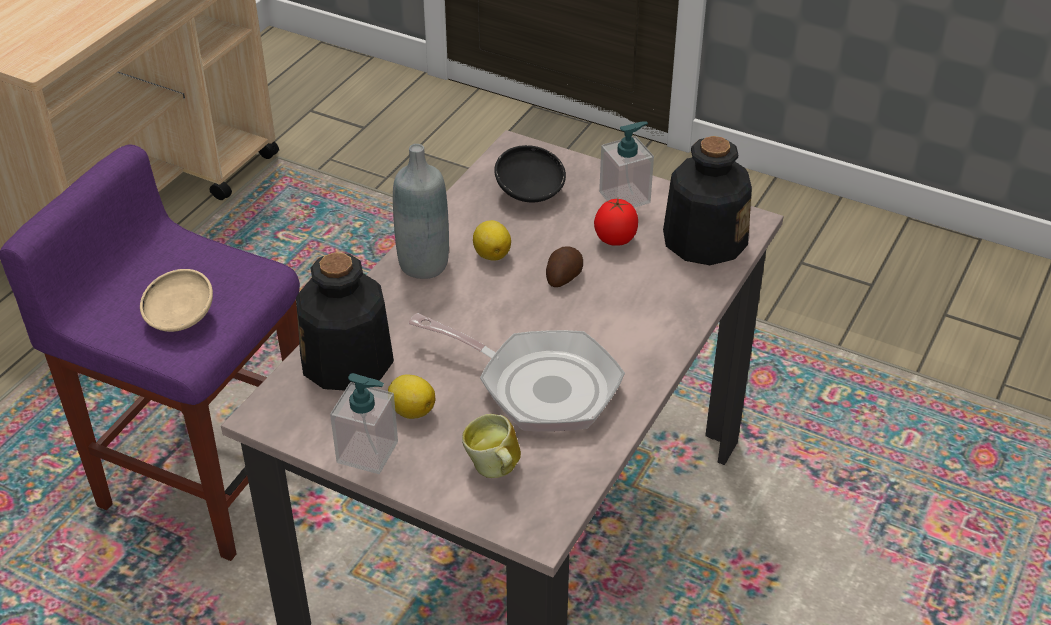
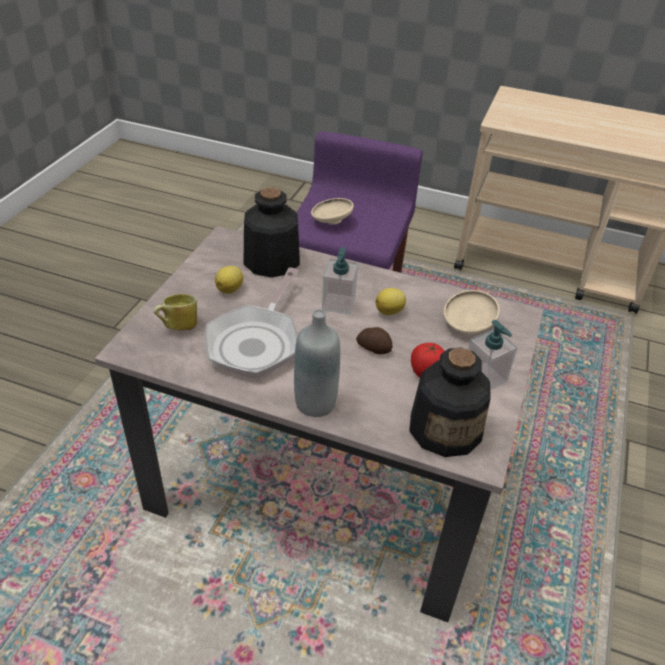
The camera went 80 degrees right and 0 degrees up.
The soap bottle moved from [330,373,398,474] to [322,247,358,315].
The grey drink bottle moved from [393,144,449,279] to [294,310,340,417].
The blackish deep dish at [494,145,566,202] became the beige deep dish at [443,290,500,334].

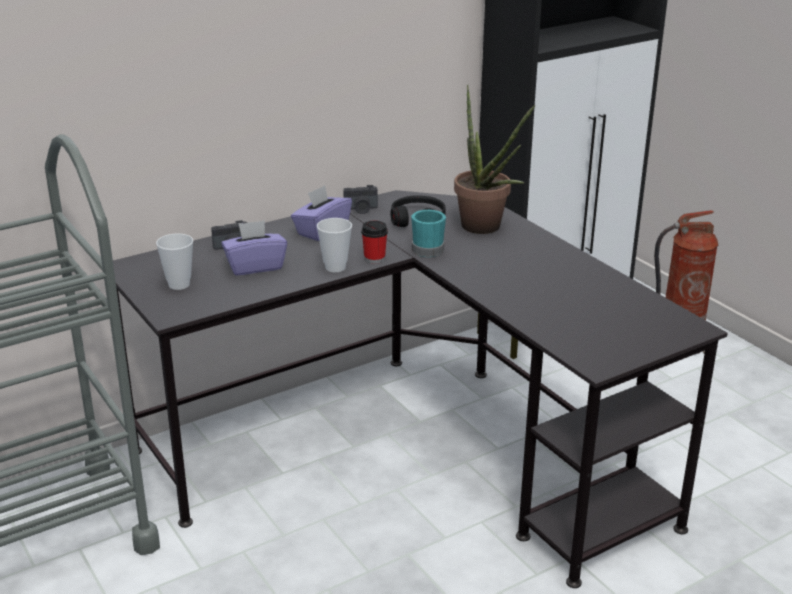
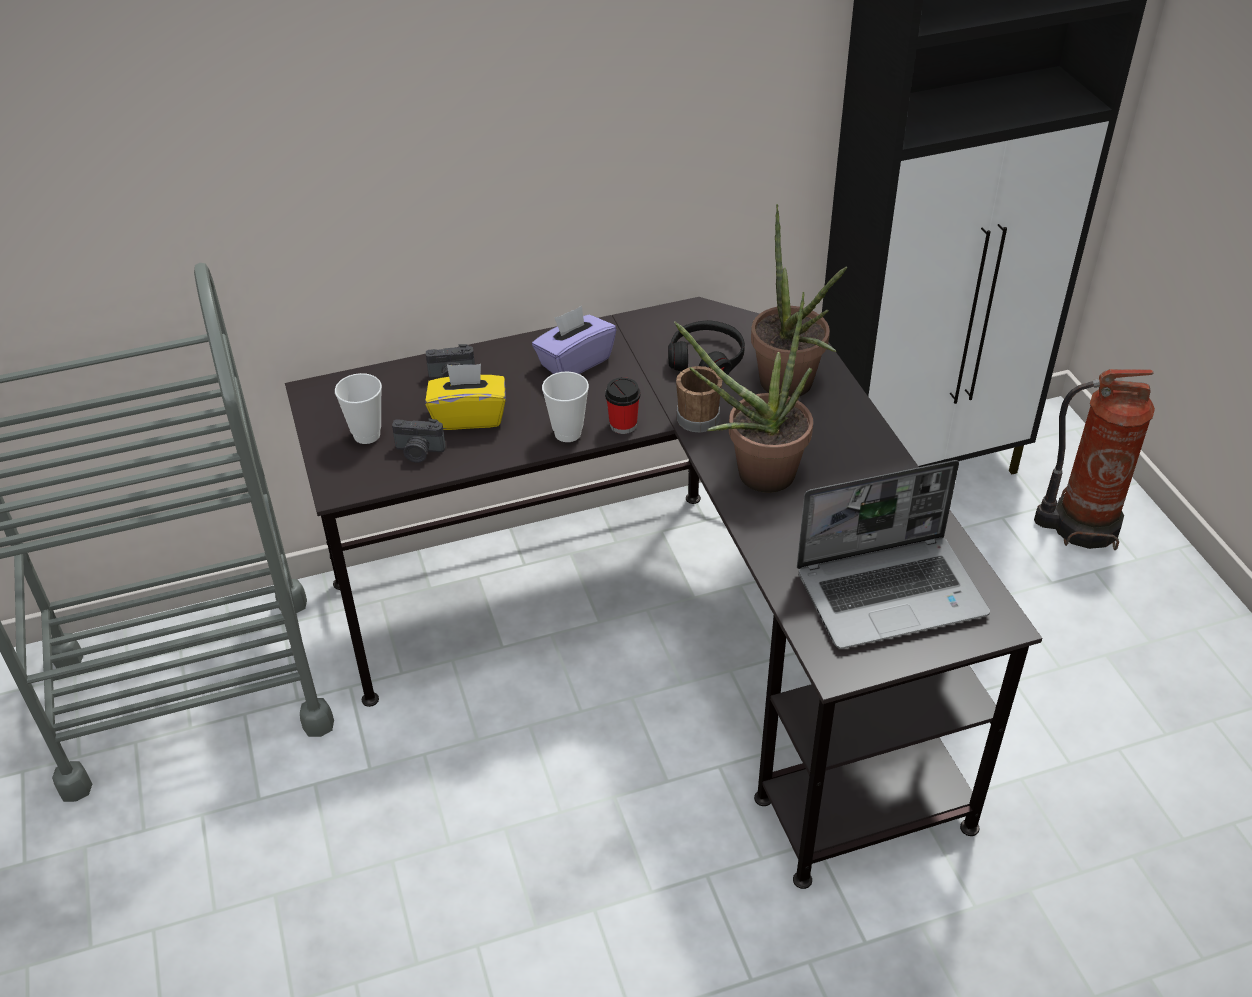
The camera went 15 degrees right and 15 degrees up.
The plant in a pot at [674,292,813,493] appeared.
The portable computer at [797,460,990,649] appeared.
The still camera moved from [343,185,378,214] to [392,419,446,463].
The purple-coloured tissue holder at [221,220,287,276] became the yellow tissue holder at [425,364,506,430].
The turquoise-coloured mug at [411,210,446,257] became the brownish mug at [676,366,722,433].

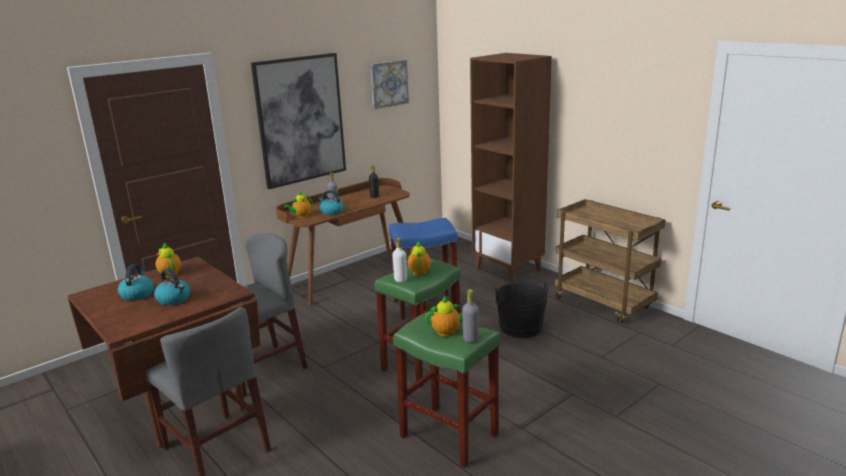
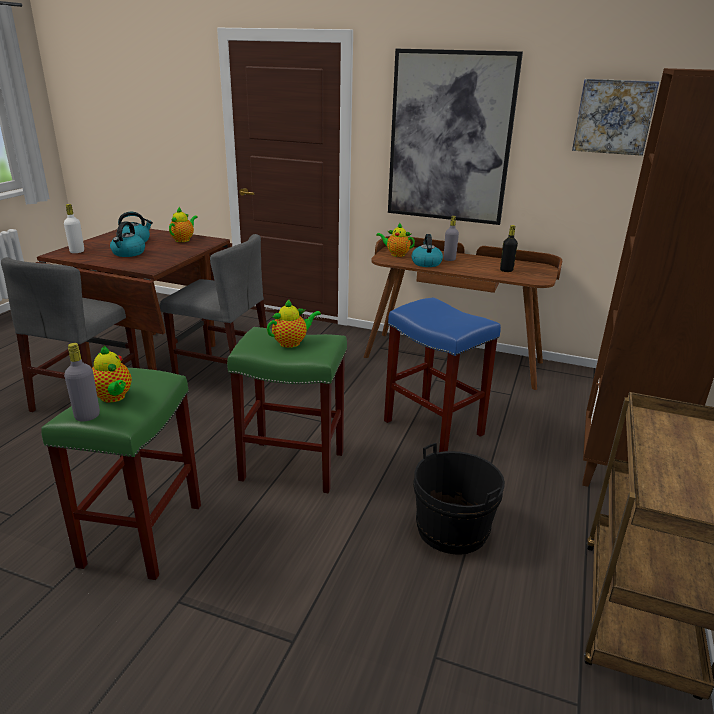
The camera went 60 degrees right and 5 degrees up.
The white drink bottle moved from [392,237,407,282] to [64,204,84,253].

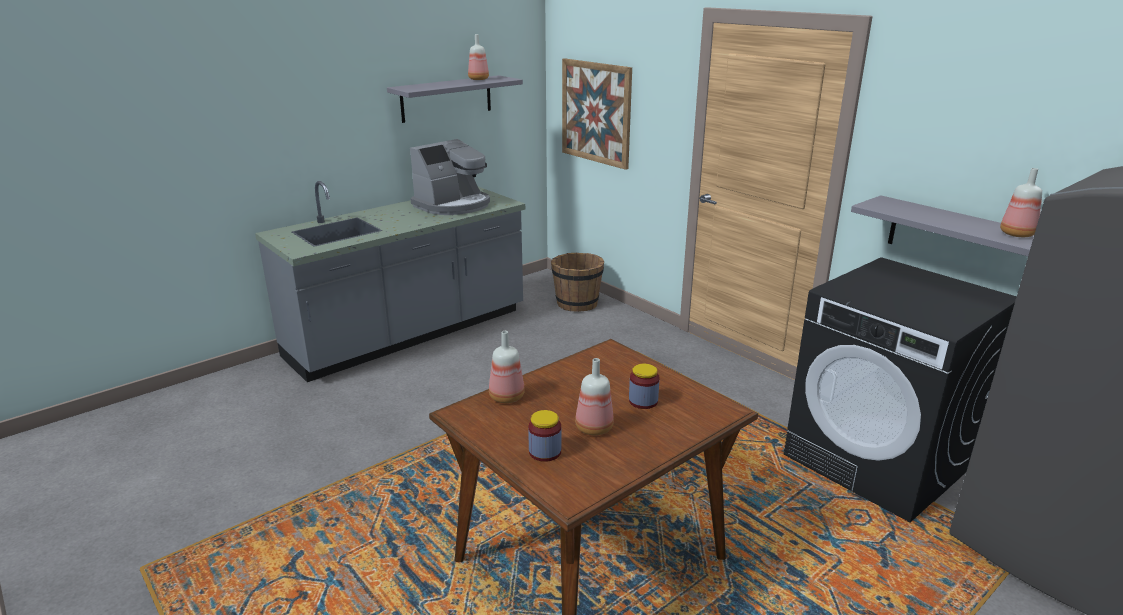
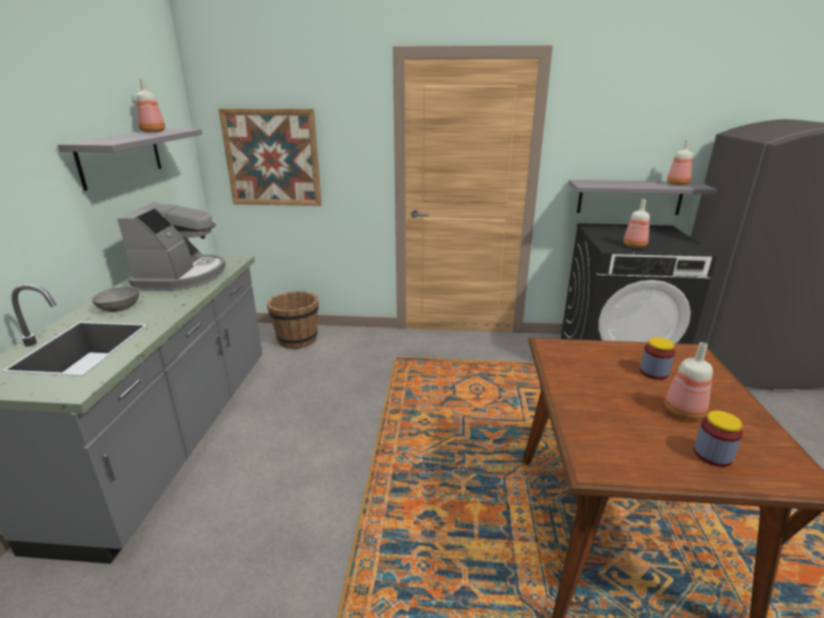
The camera went 45 degrees left and 0 degrees up.
The grey deep dish at [92,287,139,312] appeared.
The drink bottle moved from [489,331,525,403] to [623,199,650,248].

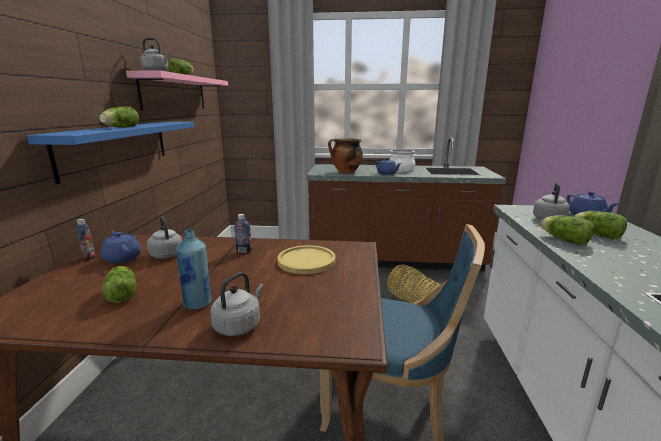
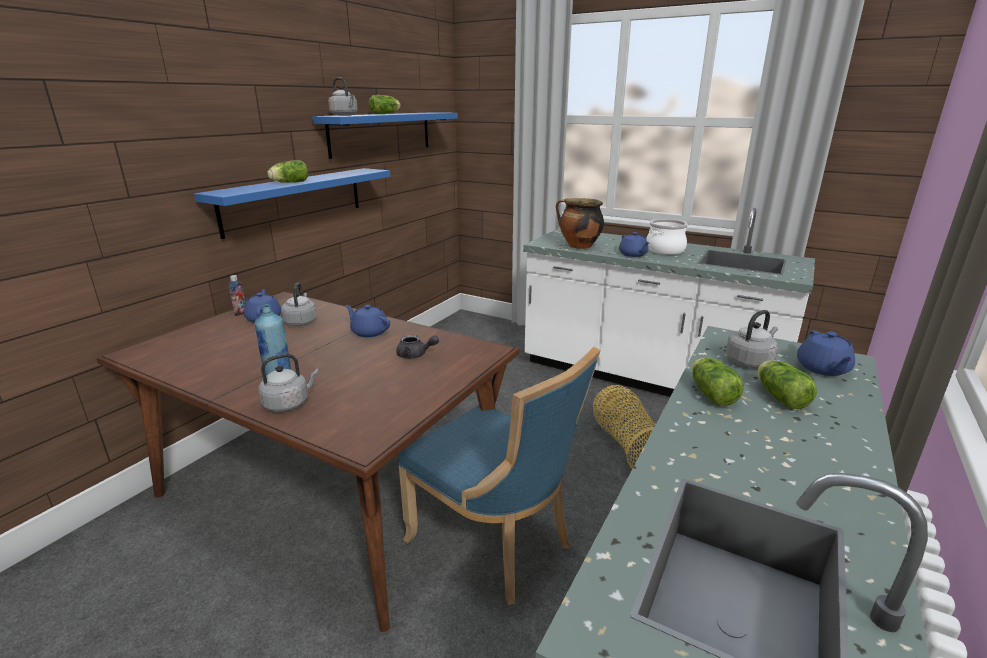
The camera went 25 degrees right and 5 degrees up.
The head of lettuce at [102,266,137,303] disappeared.
The drink bottle at [234,214,252,253] was replaced by the blue-coloured tea pot at [345,305,390,337].
The yellow dinner plate at [277,245,336,274] was replaced by the grey tea pot at [396,335,439,359].
The pink bracket shelf at [126,70,228,111] became the blue-coloured bracket shelf at [312,112,458,159].
The brownish counter at [307,138,506,271] became the white counter at [523,208,815,397].

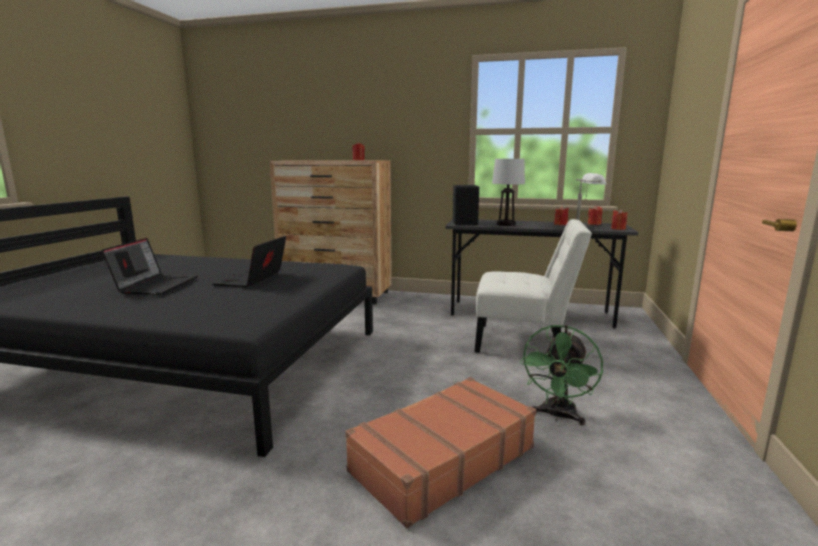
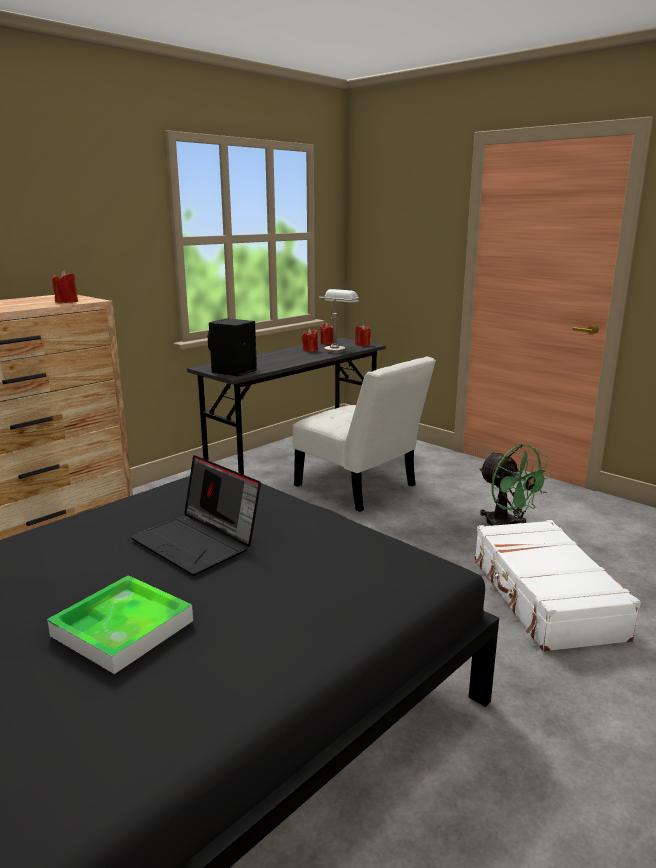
The camera went 60 degrees left and 5 degrees up.
The table lamp at [492,159,525,226] disappeared.
The portable computer at [102,238,198,294] was replaced by the serving tray at [47,575,193,674].
The brownish travel case at [345,377,536,528] became the white travel case at [475,520,641,652].
The white chair at [475,219,592,353] turned 90 degrees clockwise.

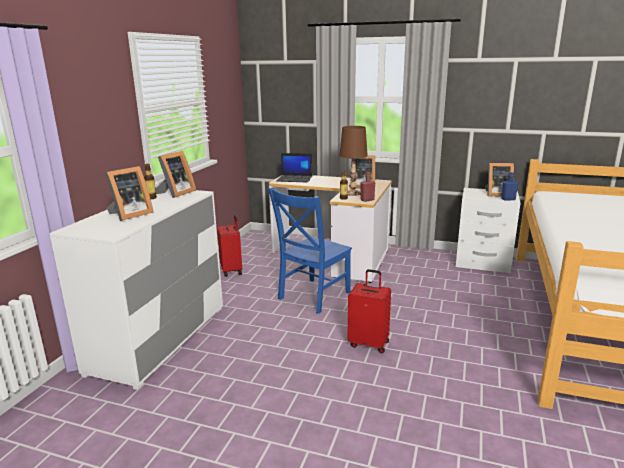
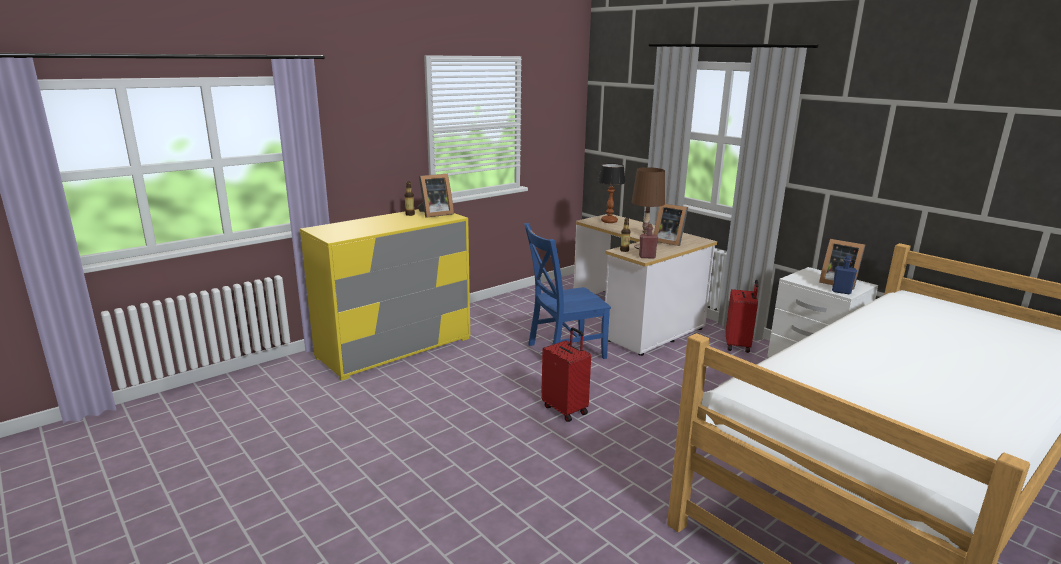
The camera went 30 degrees right and 0 degrees up.
The standing frame at [105,166,154,221] disappeared.
The red travel case moved from [217,215,242,277] to [725,280,759,353].
The portable computer at [276,153,312,182] was replaced by the table lamp at [598,163,626,223].
The white dresser at [49,188,223,390] became the yellow dresser at [300,209,470,381].

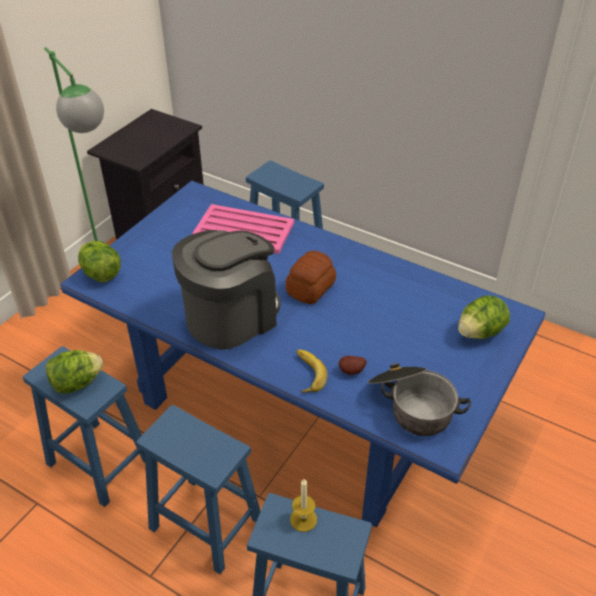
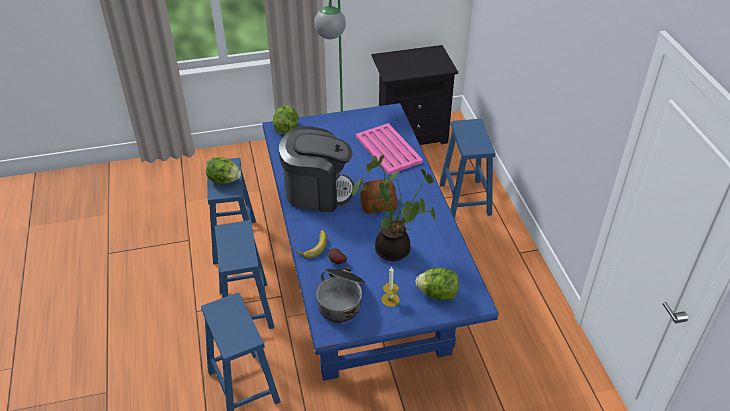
The camera went 45 degrees right and 0 degrees up.
The plant in a pot at [352,155,435,261] appeared.
The candle moved from [290,479,317,532] to [381,267,400,307].

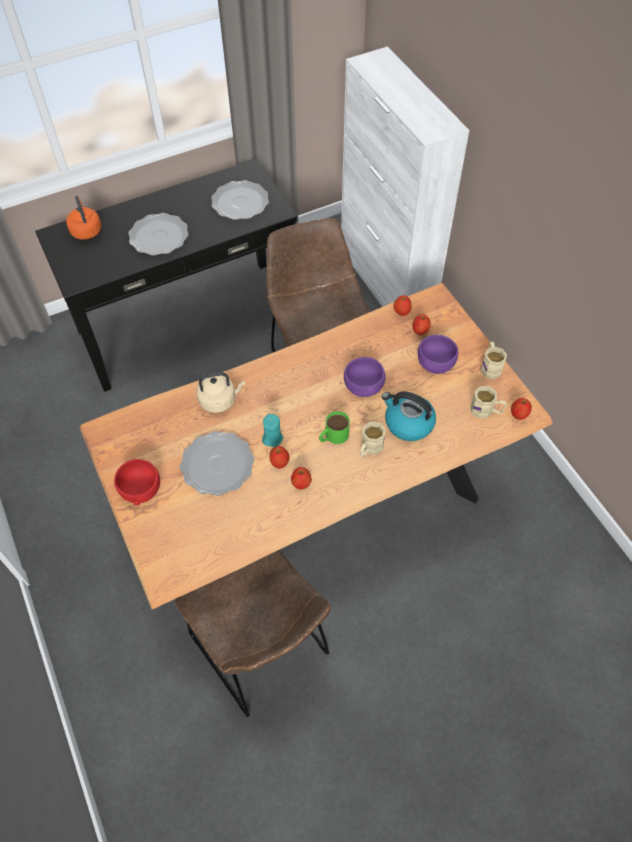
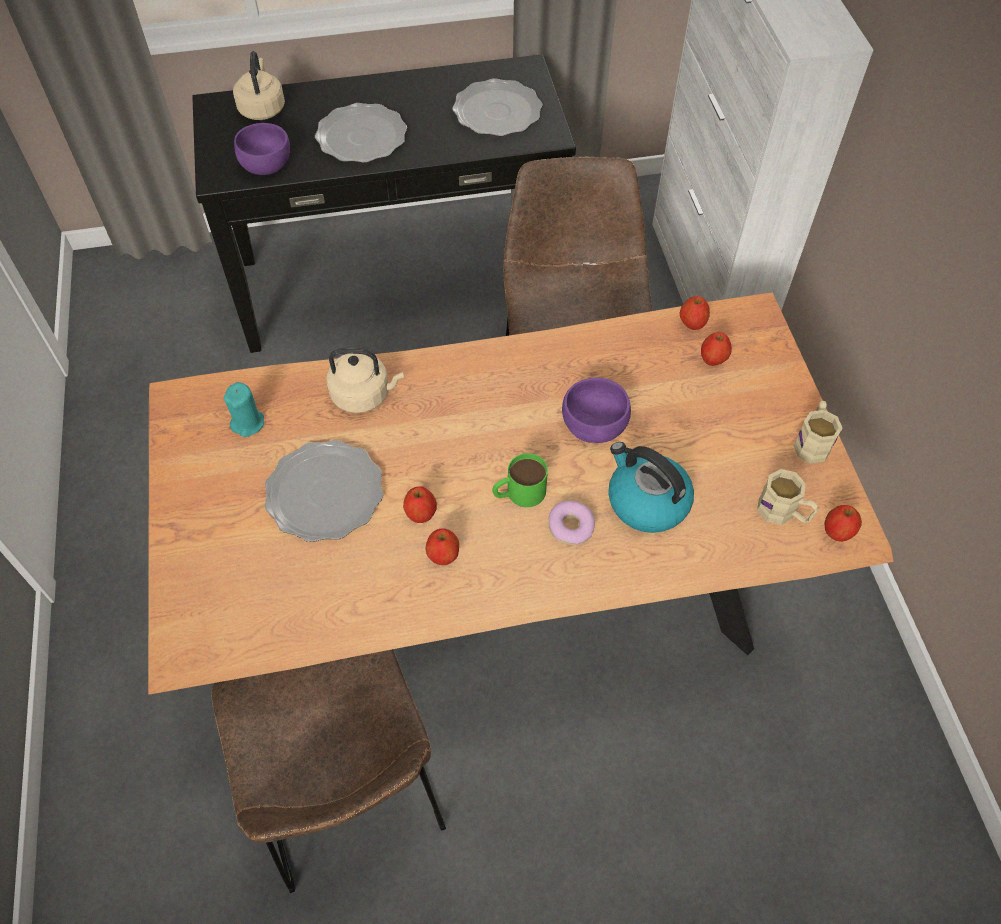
The camera went 15 degrees right and 0 degrees up.
The red deep dish at [114,459,160,505] disappeared.
The turquoise-coloured candle moved from [262,414,283,447] to [224,382,264,437].
The purple-coloured deep dish moved from [418,335,458,374] to [234,123,290,175].
The beige mug at [360,421,386,457] was replaced by the doughnut at [549,500,595,545].
The orange-coloured kettle at [66,196,101,240] became the beige kettle at [233,51,285,120].

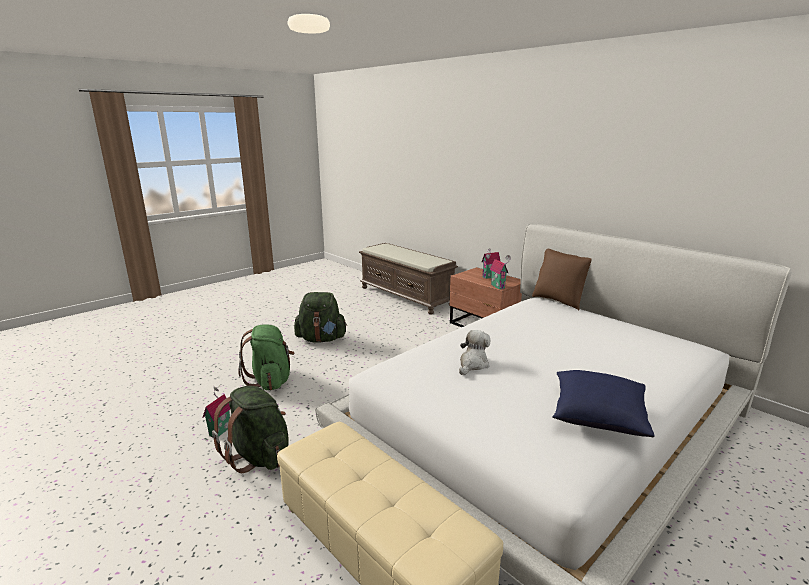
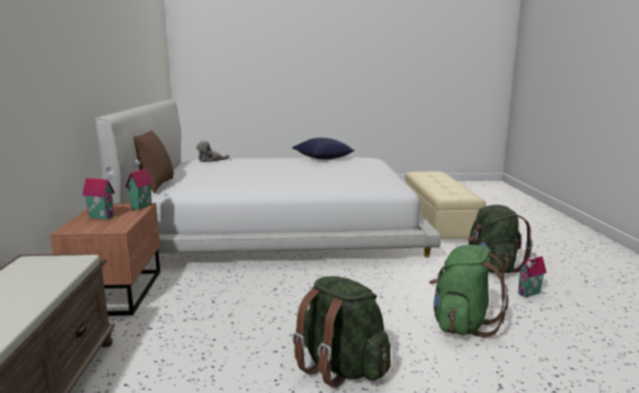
The camera went 140 degrees left and 5 degrees down.
The plush toy moved from [459,330,490,375] to [196,140,230,162].

